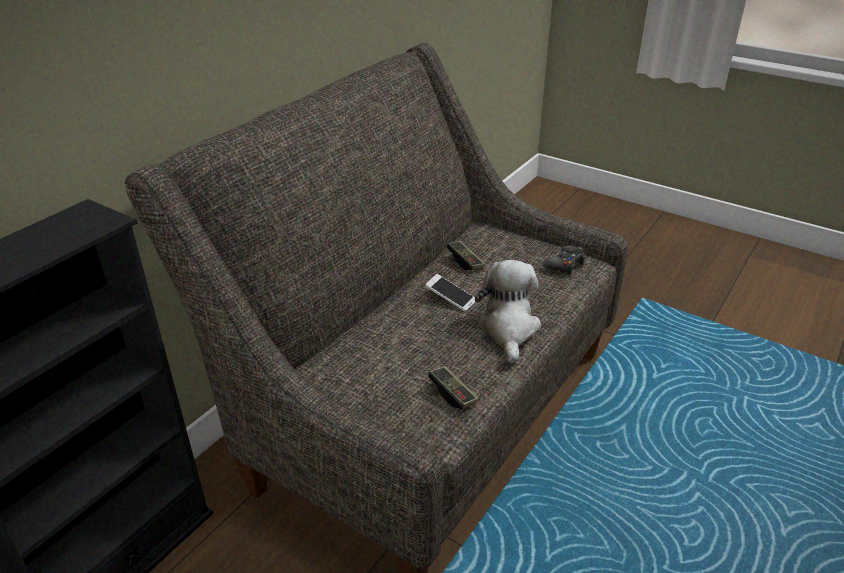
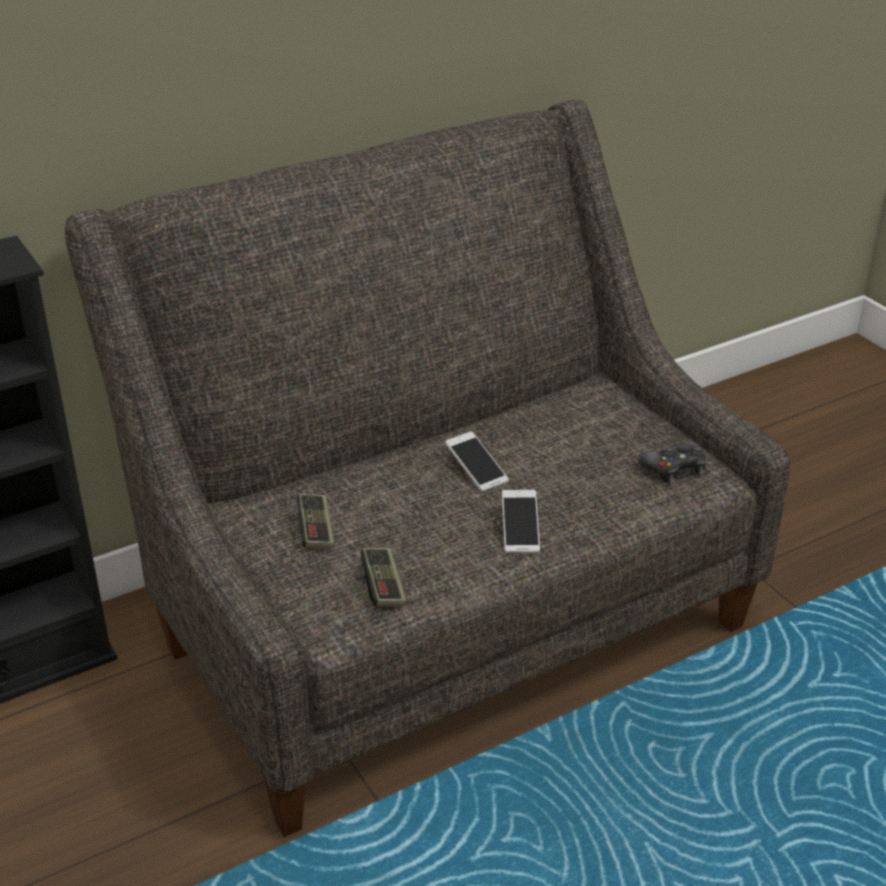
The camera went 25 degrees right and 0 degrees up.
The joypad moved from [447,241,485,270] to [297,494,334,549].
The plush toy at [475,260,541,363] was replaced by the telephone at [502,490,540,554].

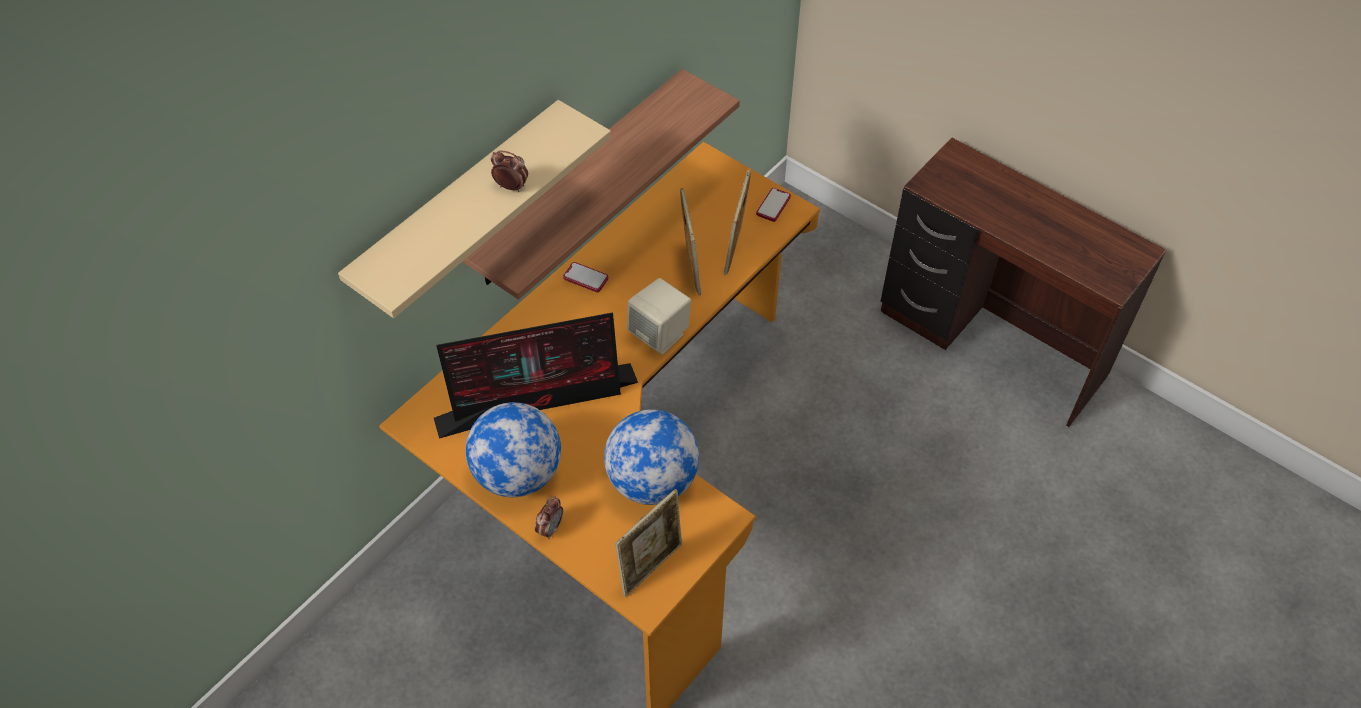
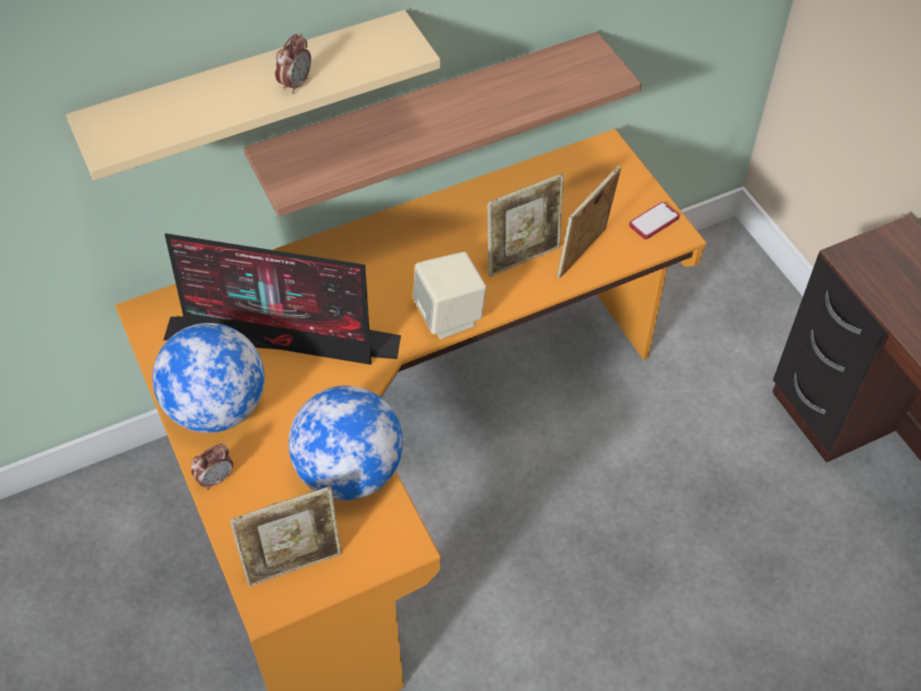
The camera went 25 degrees right and 0 degrees up.
The telephone at [563,262,608,292] disappeared.
The table clock at [491,150,528,192] turned 75 degrees clockwise.
The standing frame at [680,188,701,295] turned 45 degrees clockwise.

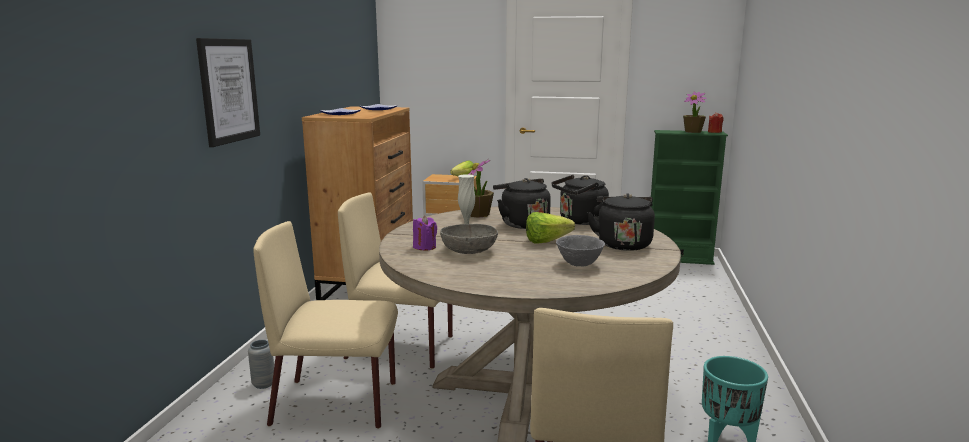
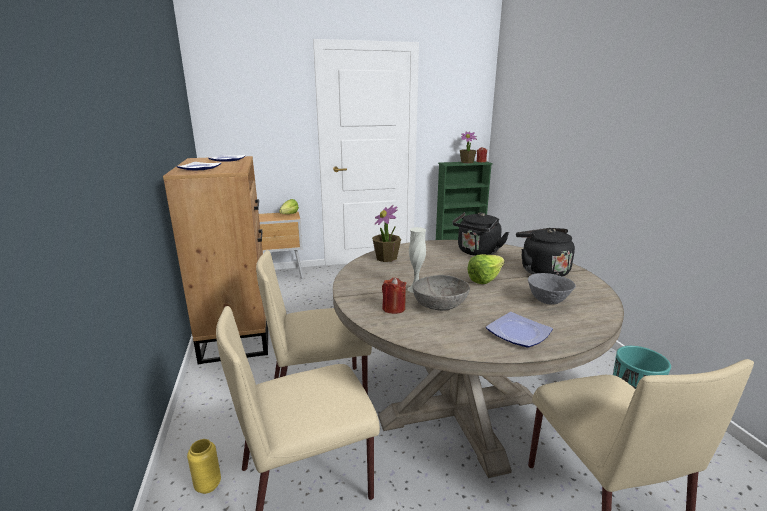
The camera went 25 degrees left and 5 degrees up.
The picture at [196,38,260,147] disappeared.
The blackish kettle at [493,178,551,229] disappeared.
The dinner plate at [486,312,553,348] appeared.
The grey decorative vase at [248,340,274,389] became the yellow decorative vase at [187,439,221,494].
The purple-coloured candle at [413,216,437,251] became the red candle at [382,278,407,314].

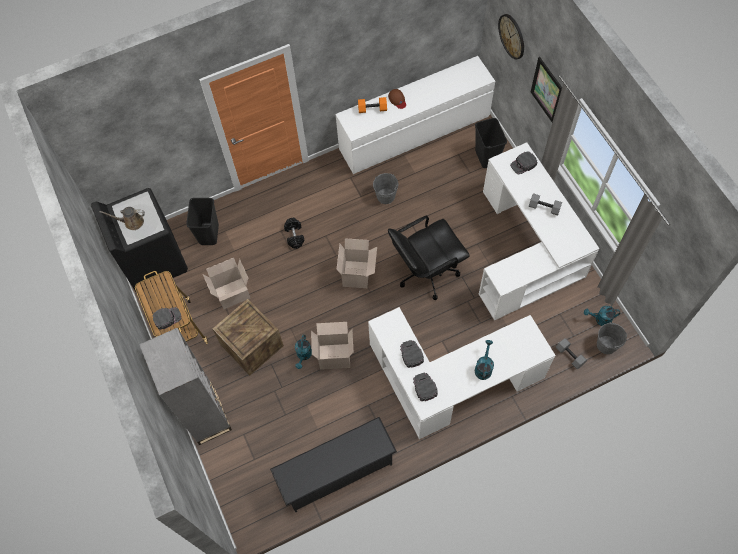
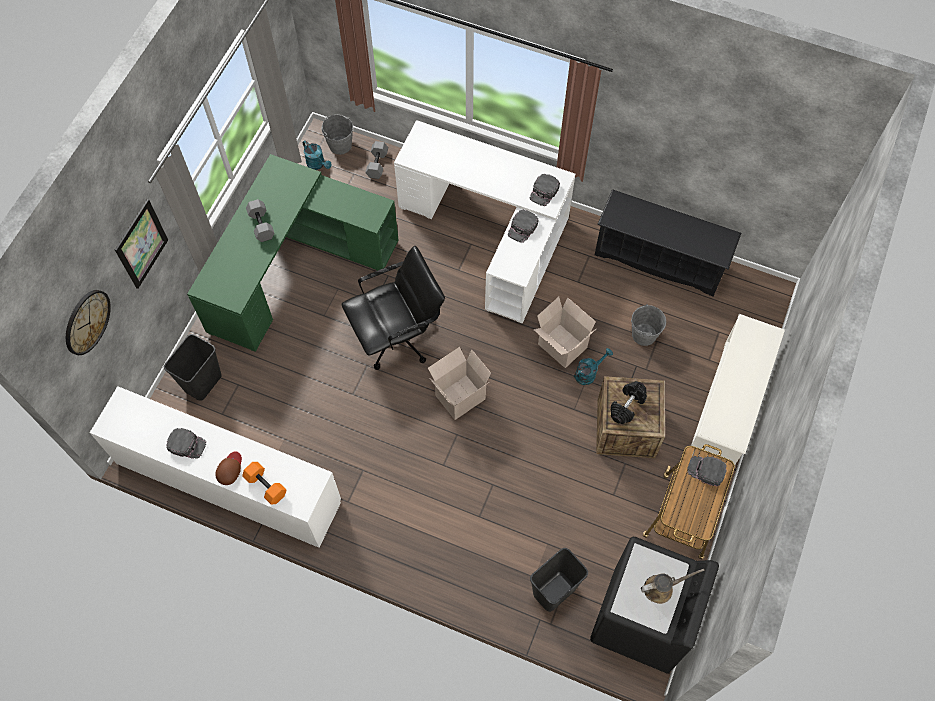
The camera went 135 degrees left and 0 degrees up.
The carton at [203,258,250,309] disappeared.
The turquoise-coloured watering pot at [475,340,494,380] disappeared.
The blackish free weight moved from [284,218,304,249] to [610,381,647,424].
The grey water bucket moved from [373,173,398,204] to [631,304,666,346].
The blackish cap moved from [510,151,537,175] to [166,428,206,459].
The grey bookshelf at [139,328,232,445] was replaced by the white shoe rack at [691,314,785,465].
The white desk unit at [479,142,600,320] became the green desk unit at [187,154,399,352].
The brownish watering pot at [100,207,145,230] turned 60 degrees counterclockwise.
The blackish office chair at [388,215,470,300] turned 45 degrees counterclockwise.

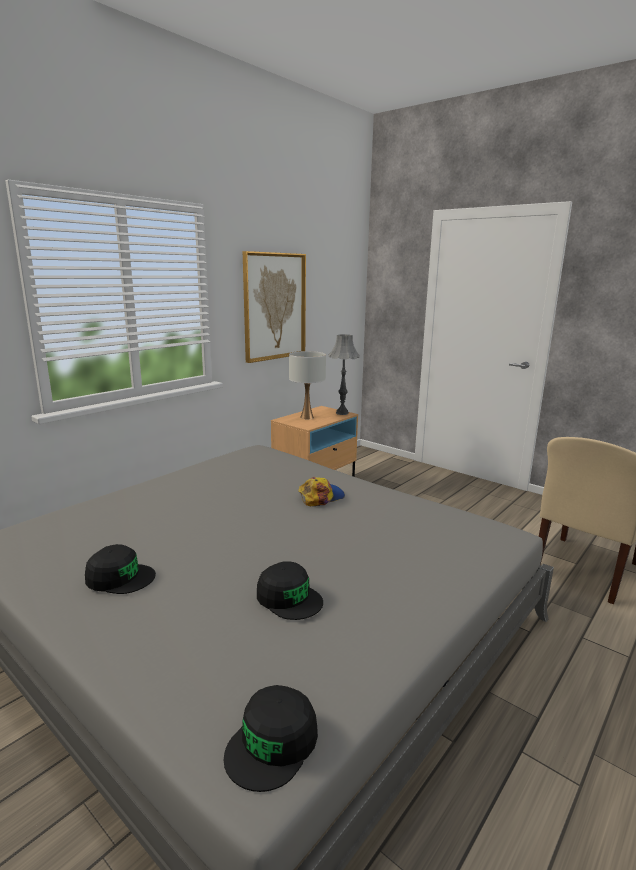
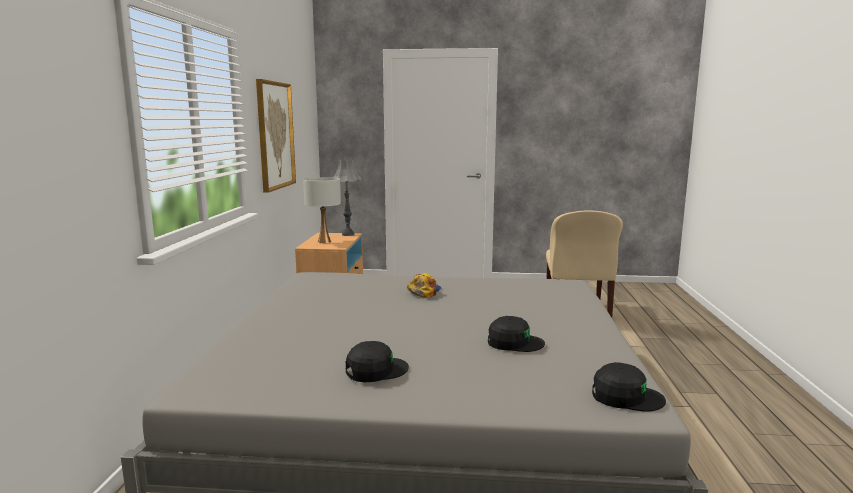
The camera went 35 degrees left and 5 degrees down.
The blackish cap at [224,685,318,792] turned 75 degrees counterclockwise.

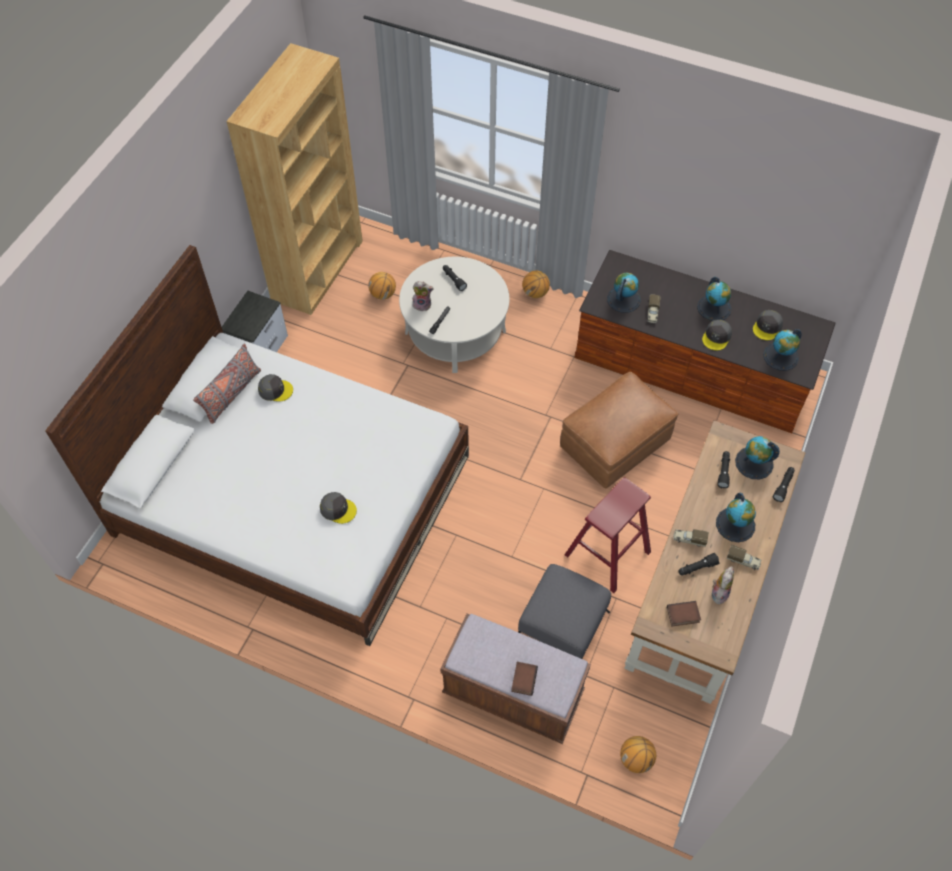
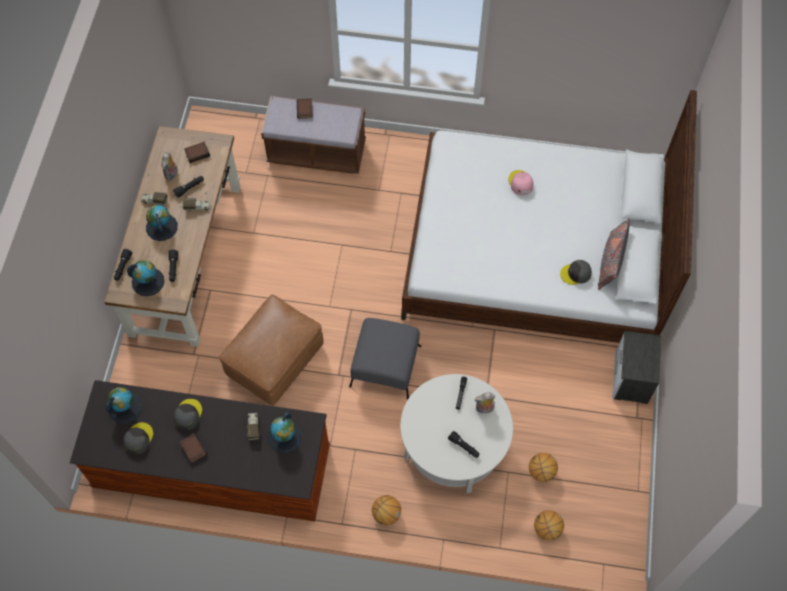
The camera went 165 degrees right and 5 degrees up.
The brownish bookshelf at [226,43,363,315] disappeared.
The grey cap at [320,492,357,524] disappeared.
The red stool at [564,477,651,593] disappeared.
The pink cap at [508,170,534,195] appeared.
The grey pouffe moved from [518,564,611,659] to [349,318,421,400].
The basketball ball moved from [620,736,656,773] to [534,510,564,541].
The desk globe at [697,277,731,321] was replaced by the bound book at [180,433,207,463].

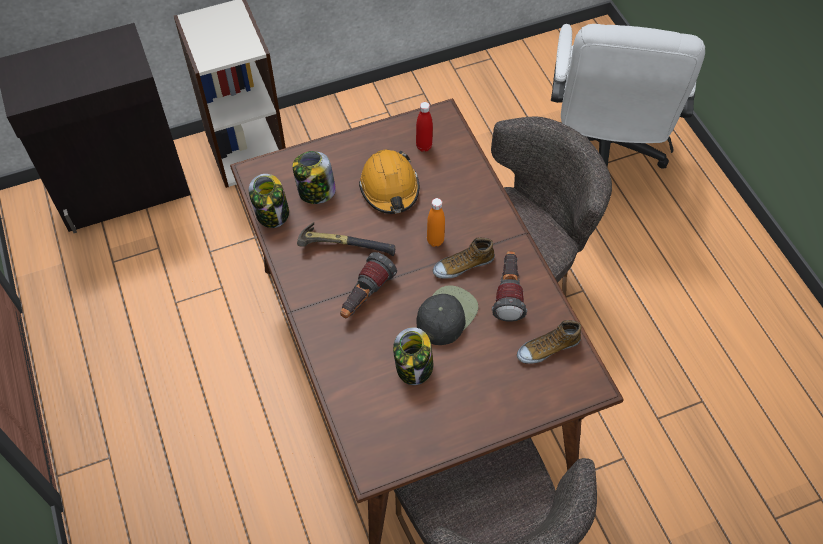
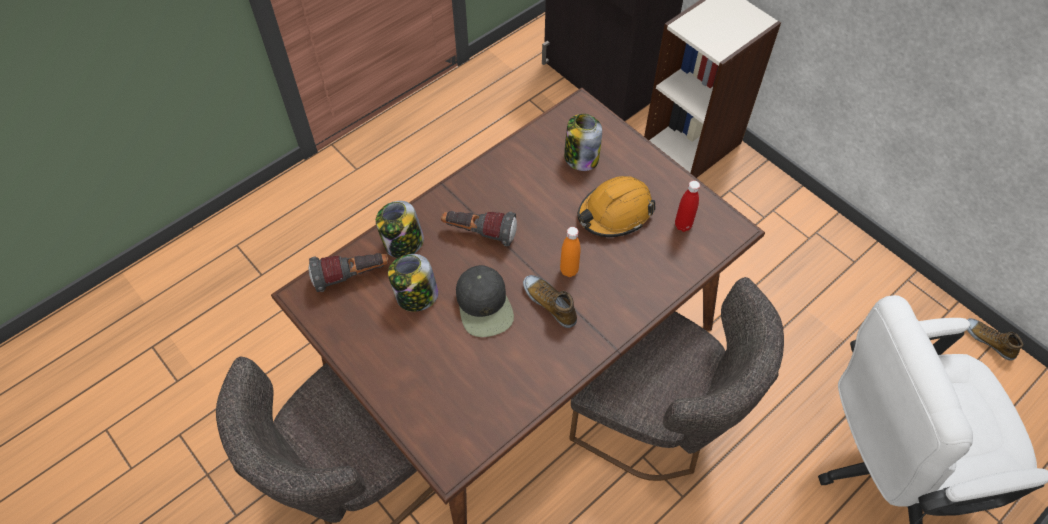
The camera went 70 degrees right and 0 degrees up.
The tool hammer at [297,222,395,256] disappeared.
The storage jar moved from [249,174,289,228] to [376,201,424,258].
The hand torch moved from [492,251,527,322] to [309,253,389,292].
The item of footwear moved from [517,320,581,364] to [967,318,1024,361].
The blackish cap at [416,285,478,345] turned 60 degrees clockwise.

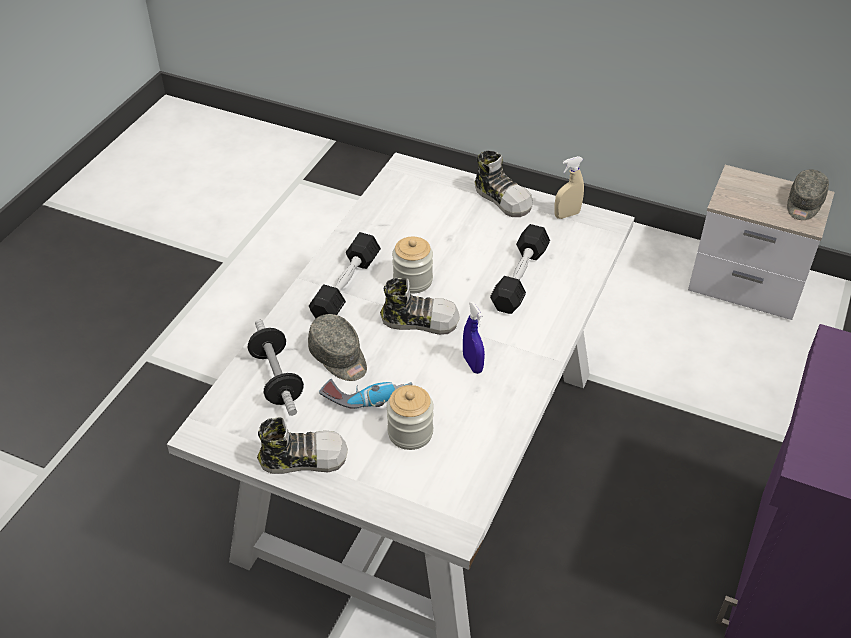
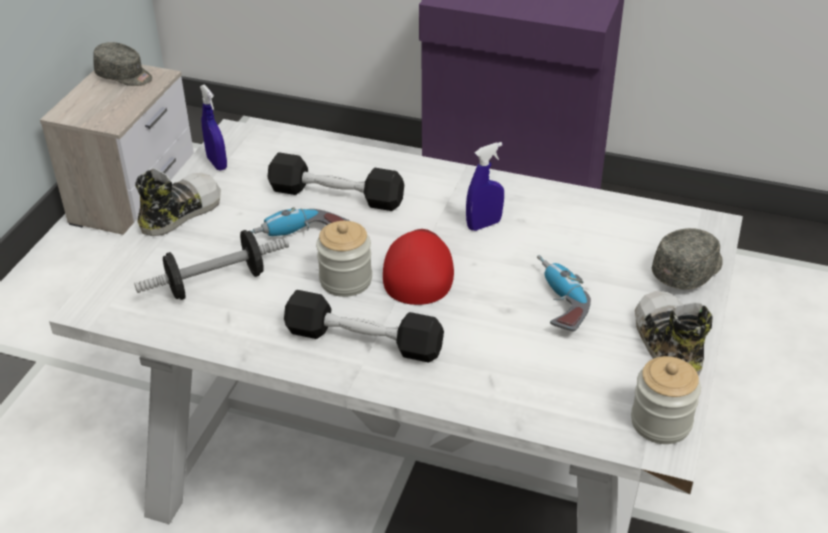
The camera went 95 degrees left and 5 degrees down.
The power drill at [251,207,350,236] appeared.
The free weight moved from [248,320,304,416] to [134,230,289,300].
The grey cap moved from [308,314,367,381] to [652,228,723,290].
The storage jar moved from [387,385,434,450] to [631,356,701,444].
The item of footwear at [380,278,460,335] was replaced by the red cap at [383,229,454,305].
The beige spray bottle at [555,156,584,219] became the blue-coloured spray bottle at [200,84,227,171].

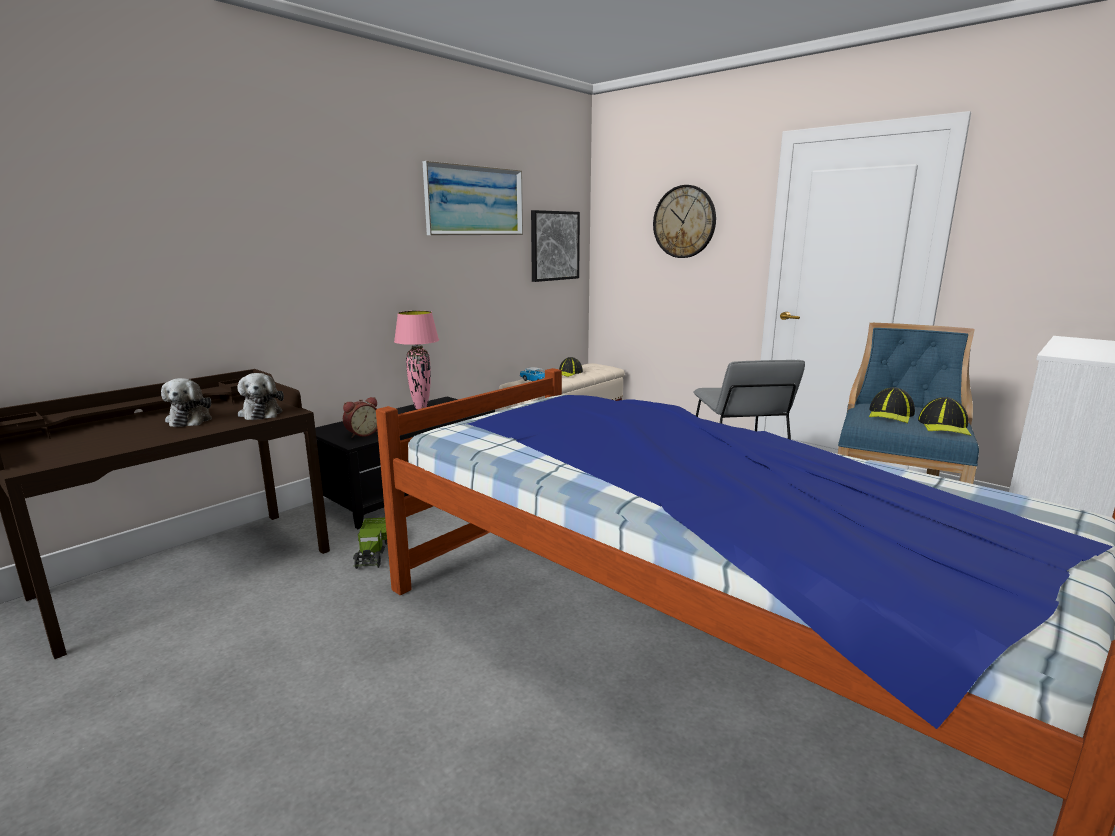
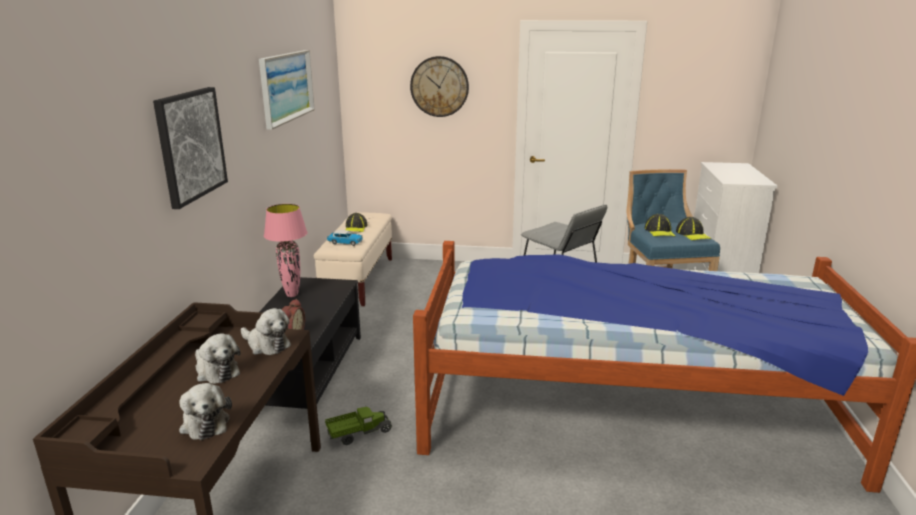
The camera went 35 degrees left and 5 degrees up.
The plush toy at [179,383,232,440] appeared.
The picture moved from [531,210,580,282] to [153,87,228,209].
The toy lorry at [353,518,387,569] turned 75 degrees counterclockwise.

